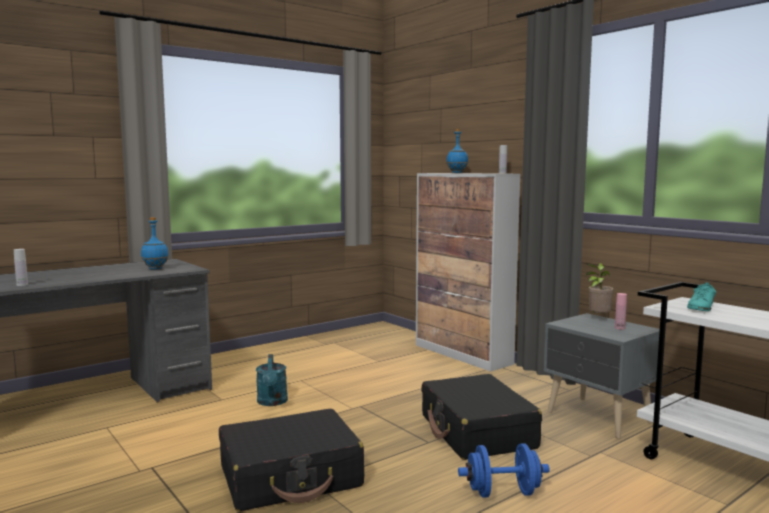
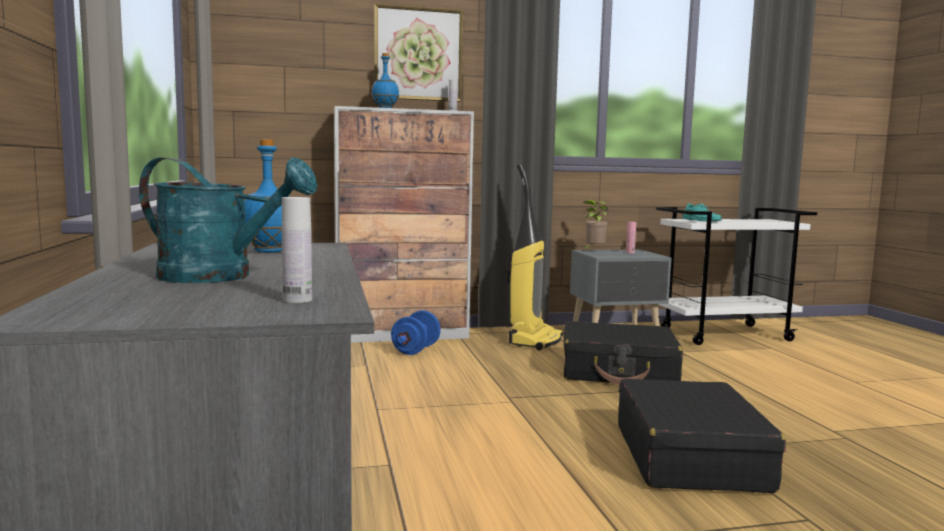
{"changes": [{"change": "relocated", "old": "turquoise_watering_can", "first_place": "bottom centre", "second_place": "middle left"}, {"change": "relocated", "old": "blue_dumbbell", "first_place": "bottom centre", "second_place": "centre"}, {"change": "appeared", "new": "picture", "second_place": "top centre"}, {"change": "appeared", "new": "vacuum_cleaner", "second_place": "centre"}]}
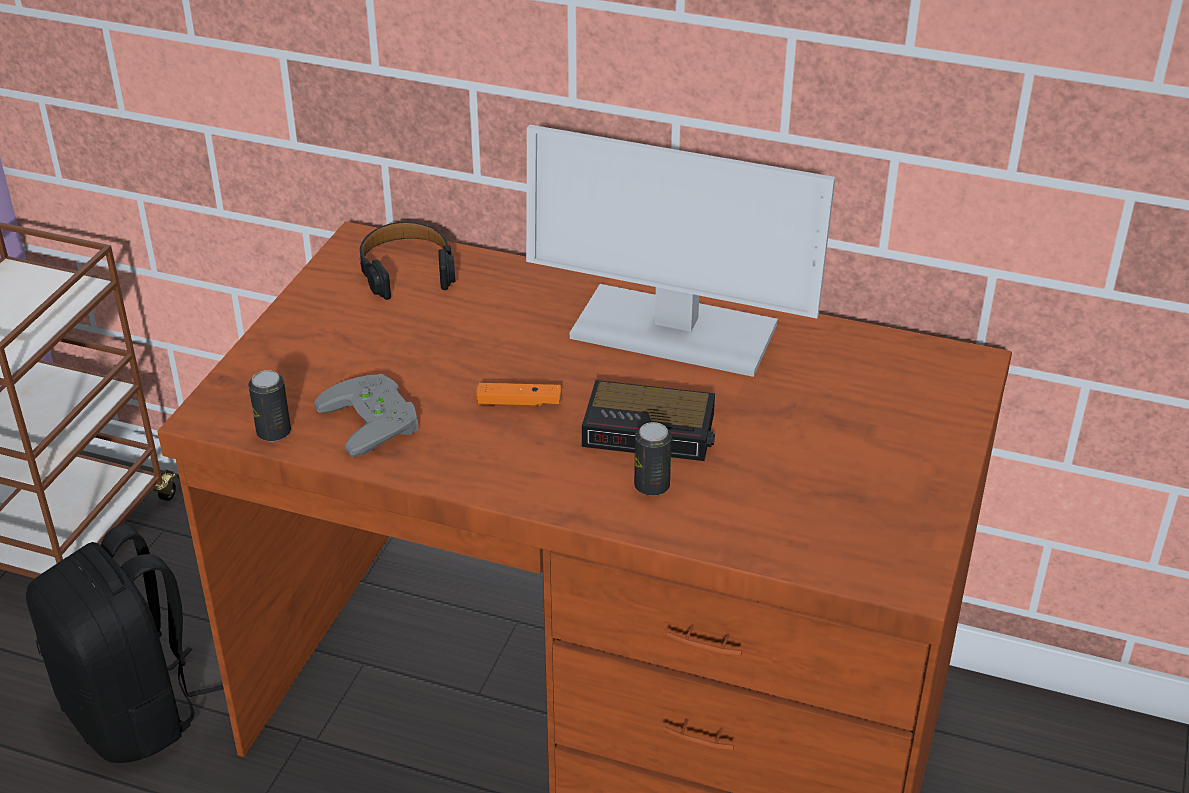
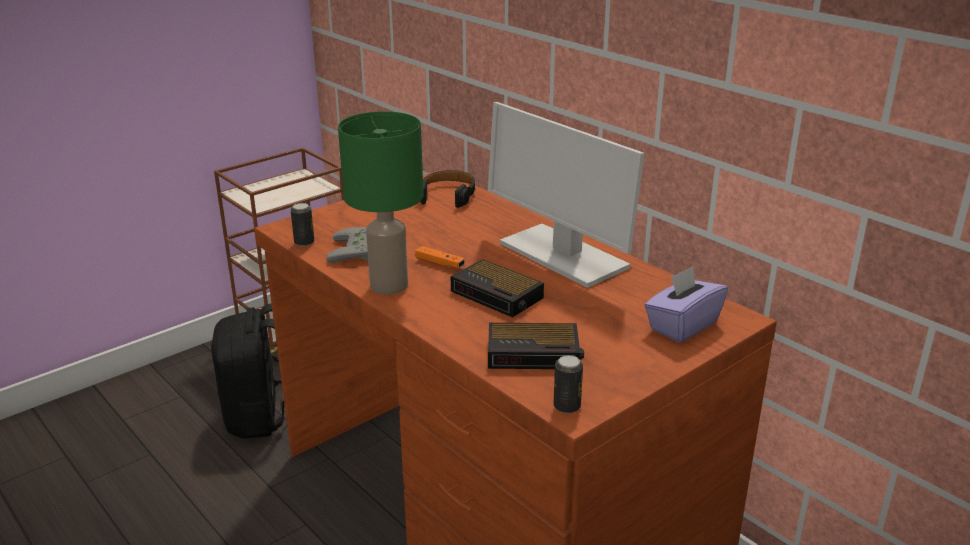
{"changes": [{"change": "relocated", "old": "can (no. 2 from left)", "first_place": "centre", "second_place": "bottom centre"}, {"change": "appeared", "new": "green_table_lamp", "second_place": "centre"}, {"change": "appeared", "new": "alarm_clock (no. 2 from left)", "second_place": "centre"}, {"change": "appeared", "new": "purple_tissue_box", "second_place": "middle right"}]}
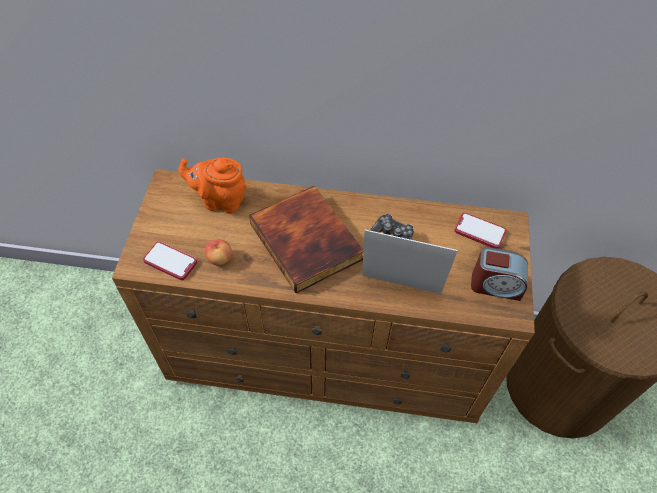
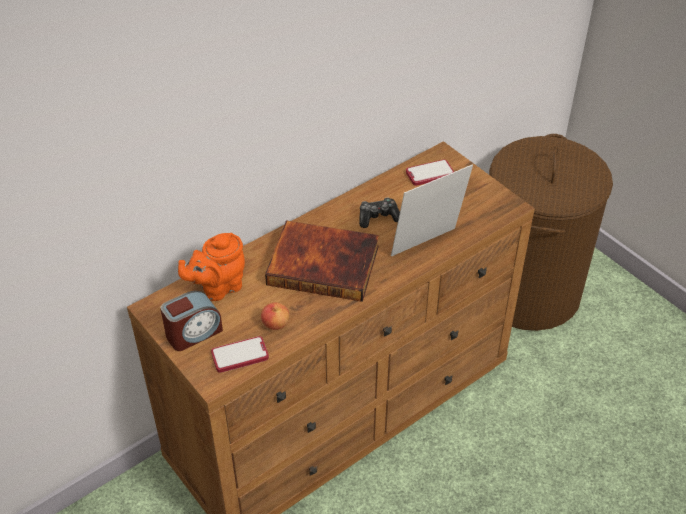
{"changes": [{"change": "relocated", "old": "alarm_clock", "first_place": "middle right", "second_place": "middle left"}]}
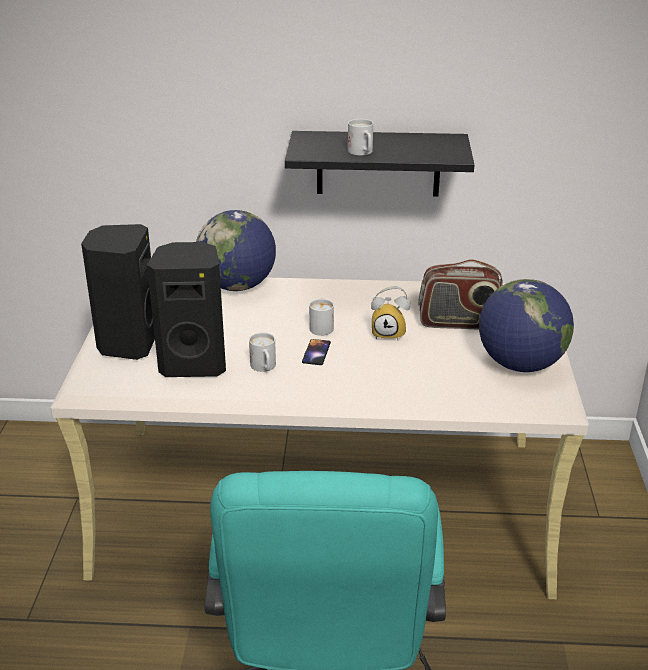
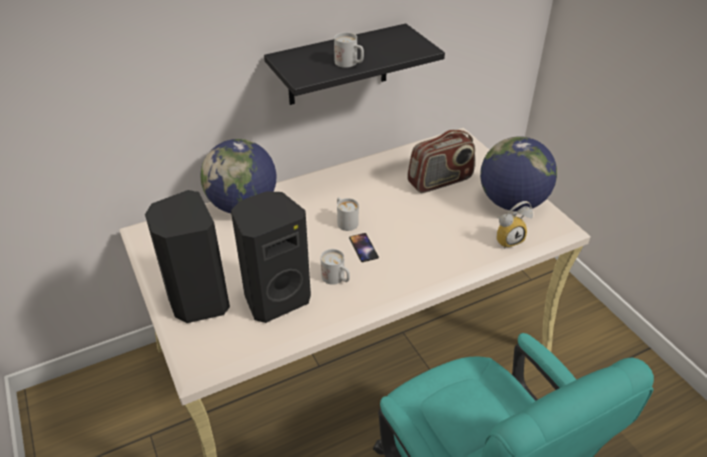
{"changes": [{"change": "relocated", "old": "alarm_clock", "first_place": "centre", "second_place": "middle right"}]}
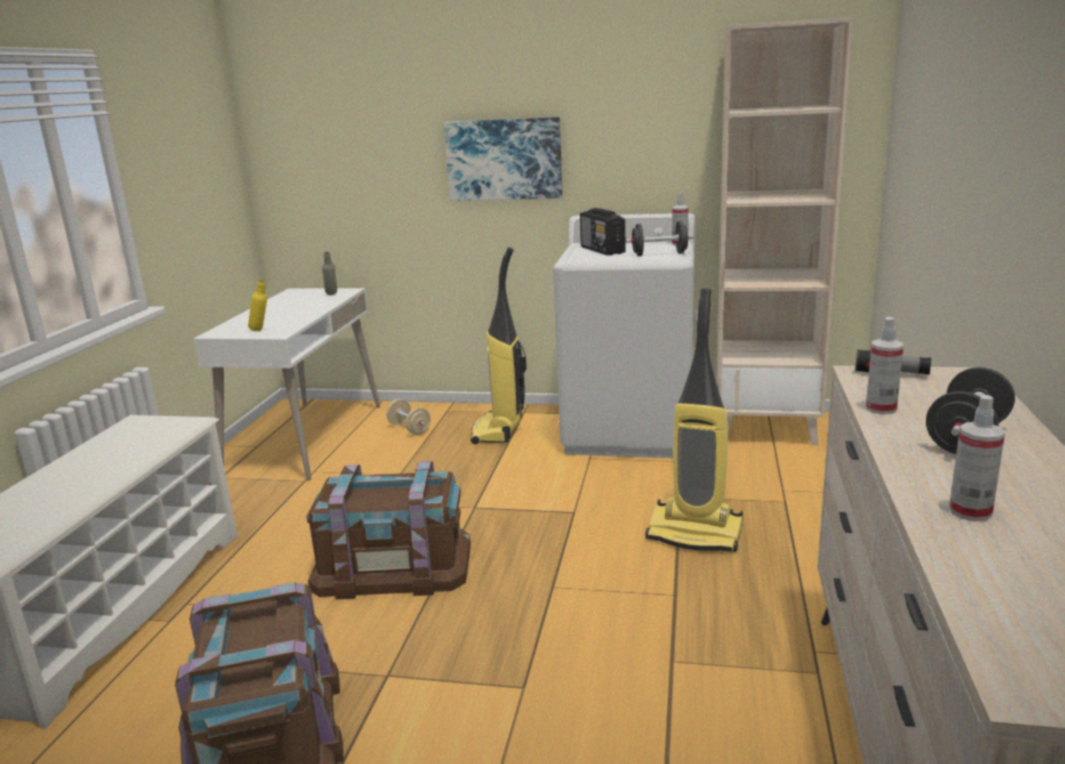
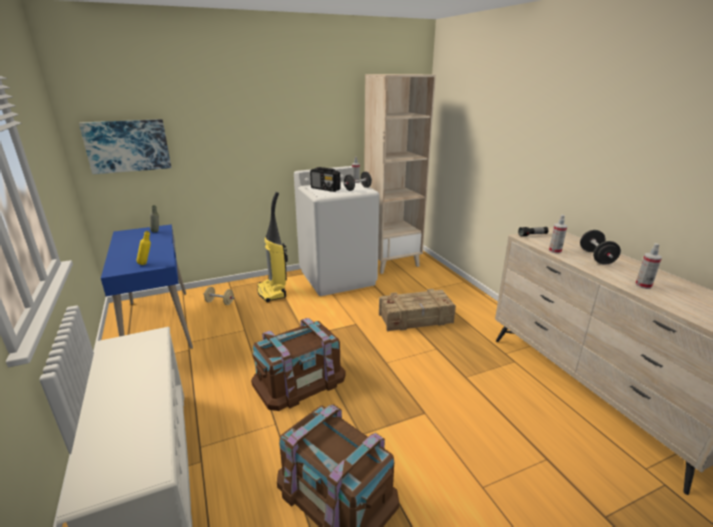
{"changes": [{"change": "colour", "old": "white_desk", "new": "blue_desk", "first_place": "middle left", "second_place": "middle left"}, {"change": "relocated", "old": "picture", "first_place": "top centre", "second_place": "top left"}, {"change": "exchanged", "old": "vacuum_cleaner (no. 2 from left)", "new": "crate", "first_place": "centre", "second_place": "centre"}]}
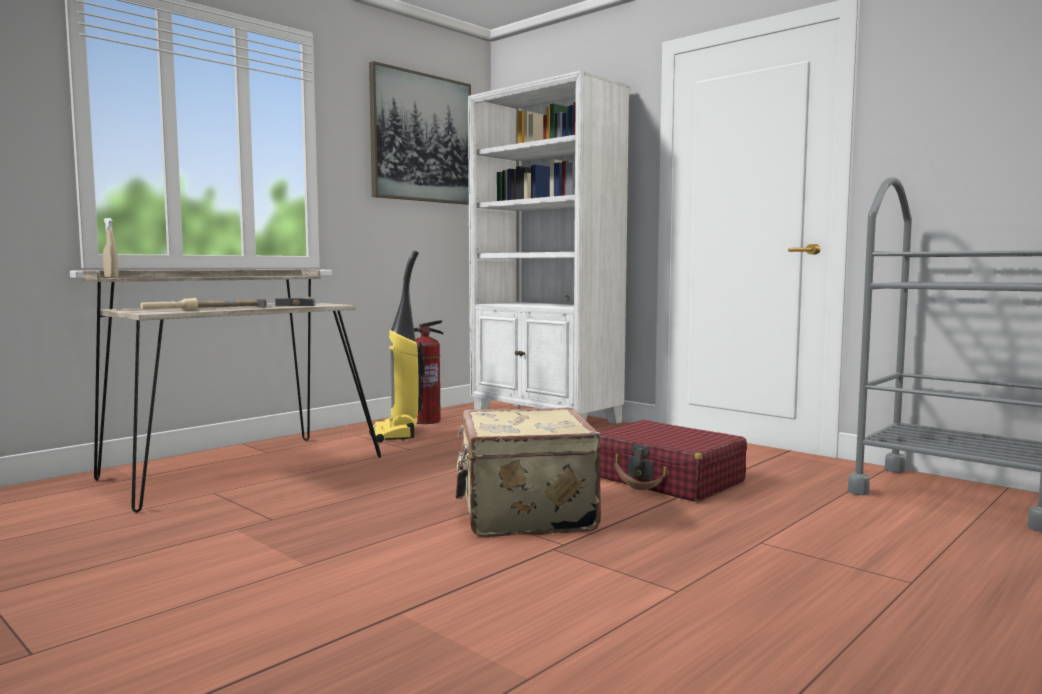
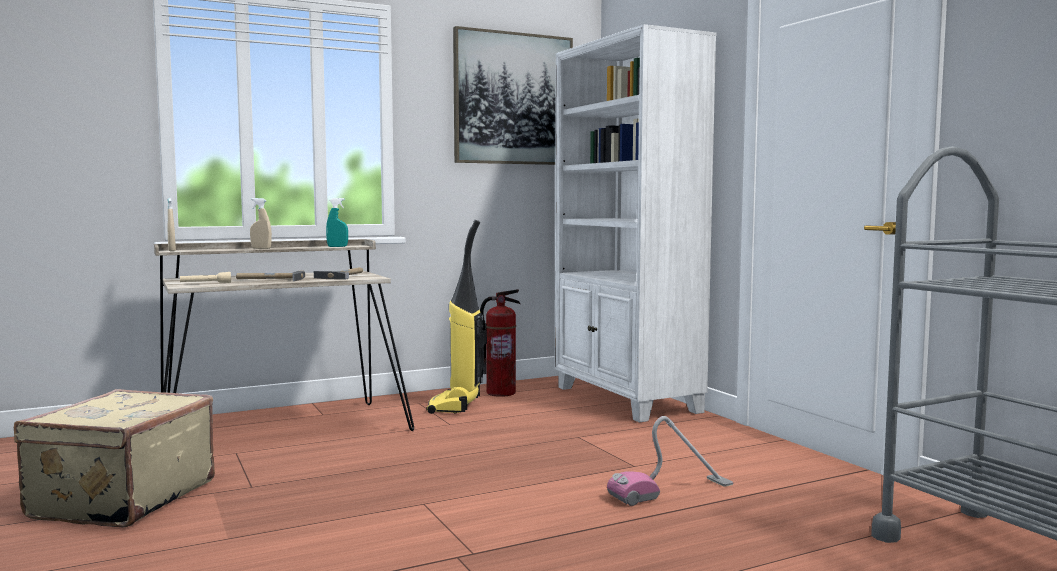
{"changes": [{"change": "relocated", "old": "beige_suitcase", "first_place": "bottom centre", "second_place": "bottom left"}, {"change": "exchanged", "old": "red_suitcase", "new": "vacuum_cleaner (no. 2 from left)", "first_place": "centre", "second_place": "bottom centre"}, {"change": "appeared", "new": "beige_spray_bottle (no. 2 from left)", "second_place": "middle left"}, {"change": "appeared", "new": "turquoise_spray_bottle", "second_place": "middle left"}]}
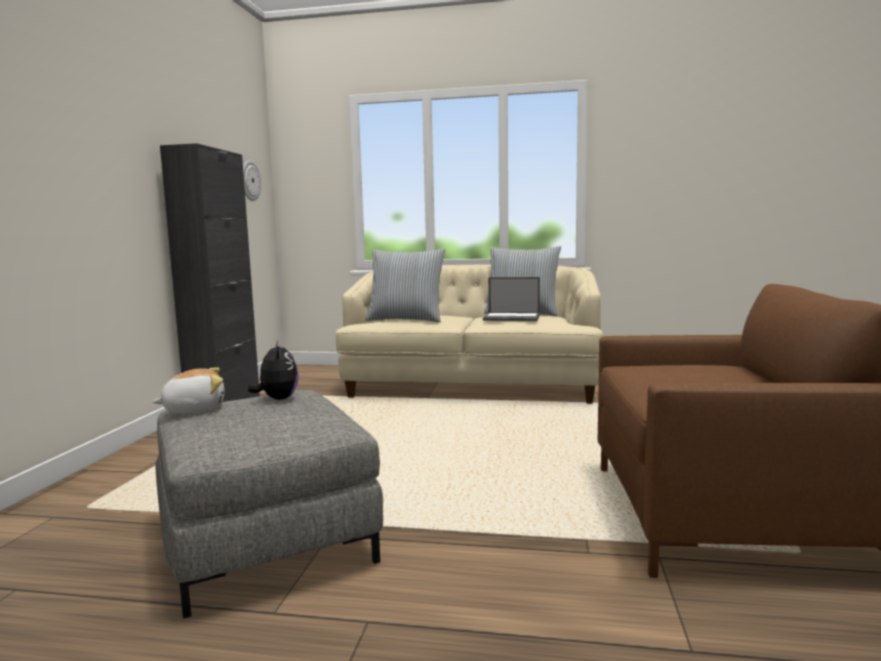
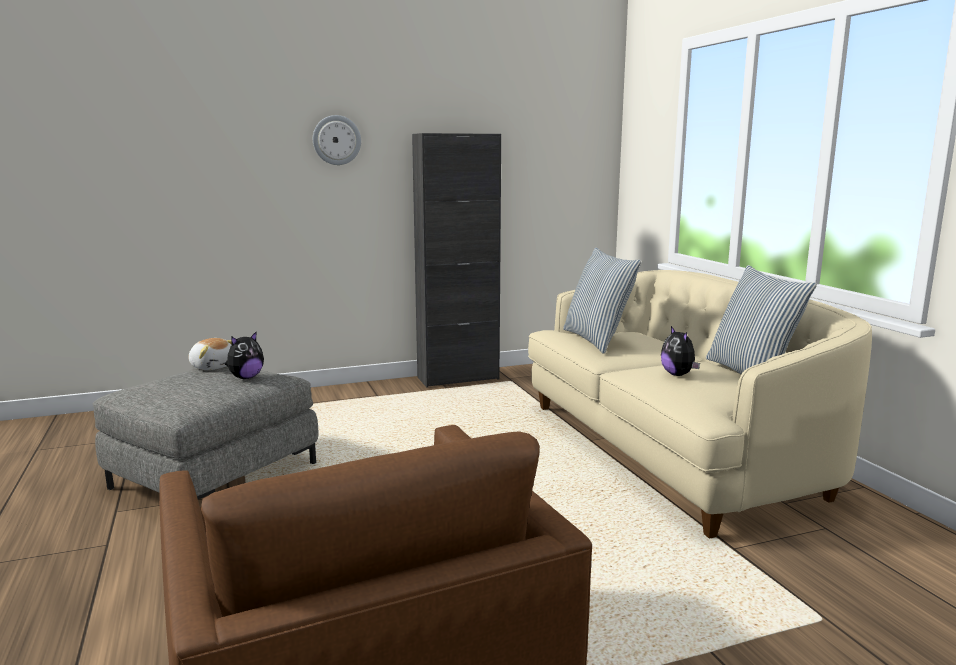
{"changes": [{"change": "relocated", "old": "wall_clock", "first_place": "top left", "second_place": "top centre"}, {"change": "exchanged", "old": "laptop", "new": "plush_toy (no. 3 from left)", "first_place": "centre", "second_place": "middle right"}]}
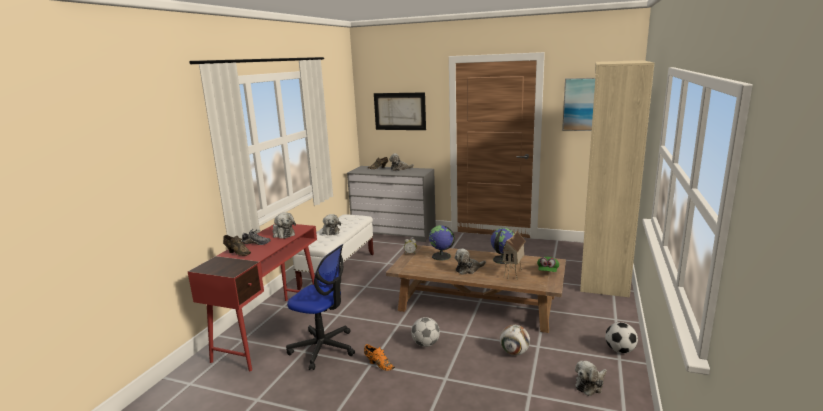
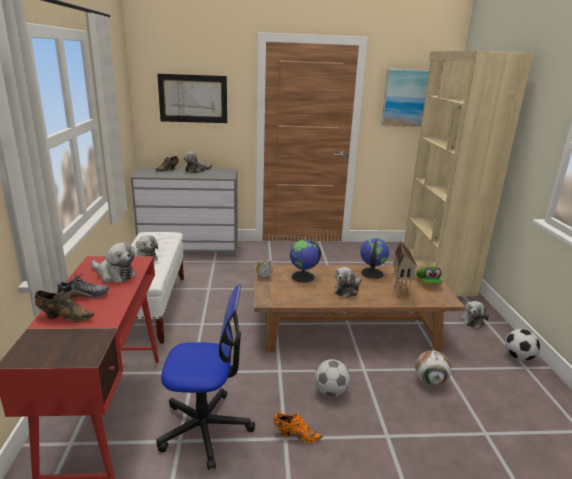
{"changes": [{"change": "relocated", "old": "plush_toy (no. 5 from left)", "first_place": "bottom right", "second_place": "middle right"}]}
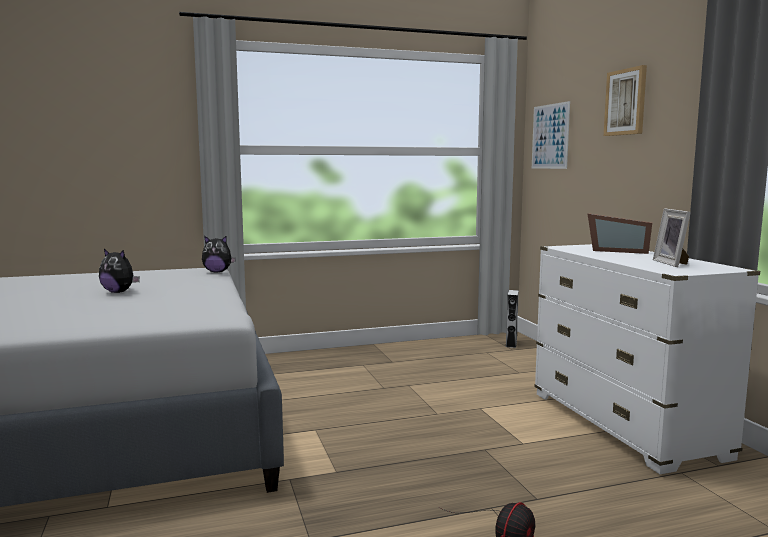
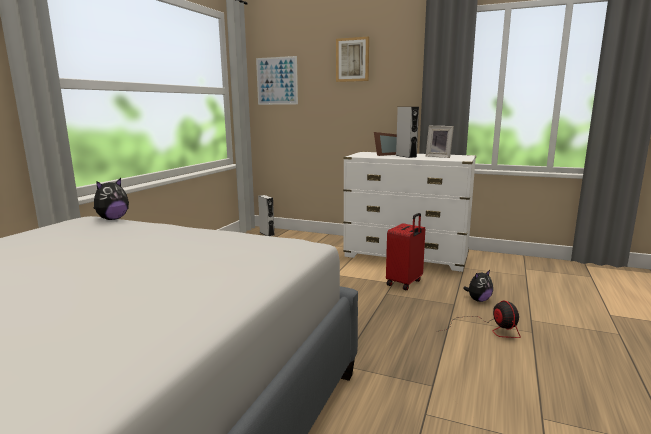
{"changes": [{"change": "relocated", "old": "plush_toy (no. 1 from left in the first image)", "new": "plush_toy (no. 2 from left)", "first_place": "middle left", "second_place": "middle right"}, {"change": "appeared", "new": "red_suitcase", "second_place": "centre"}, {"change": "appeared", "new": "grey_speaker (no. 2 from left)", "second_place": "top centre"}]}
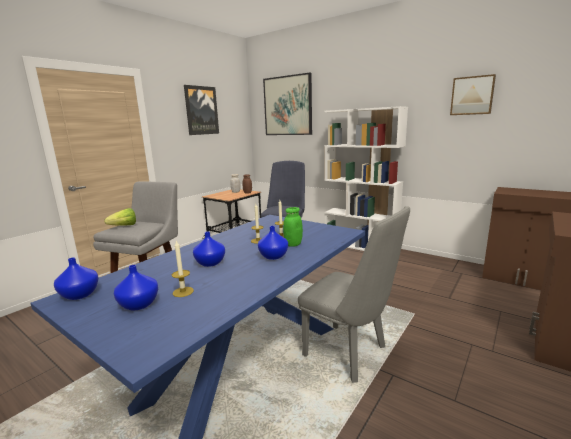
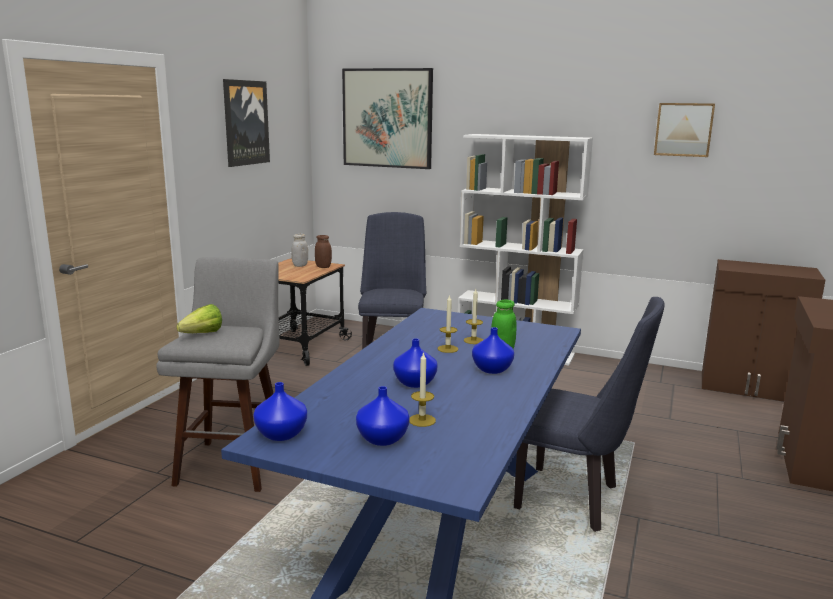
{"changes": [{"change": "colour", "old": "grey_chair", "new": "blue_chair (no. 2 from left)", "first_place": "bottom centre", "second_place": "bottom right"}]}
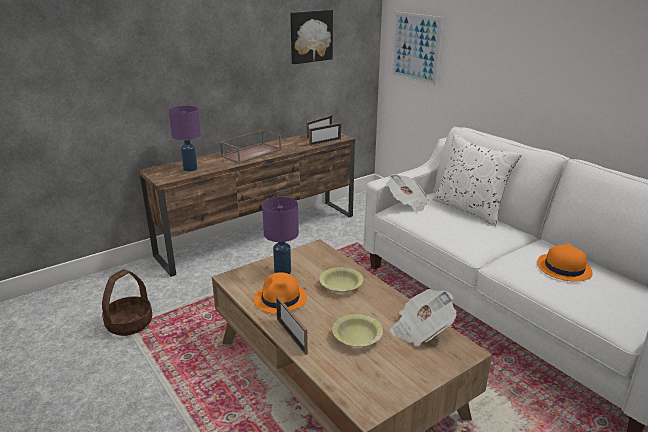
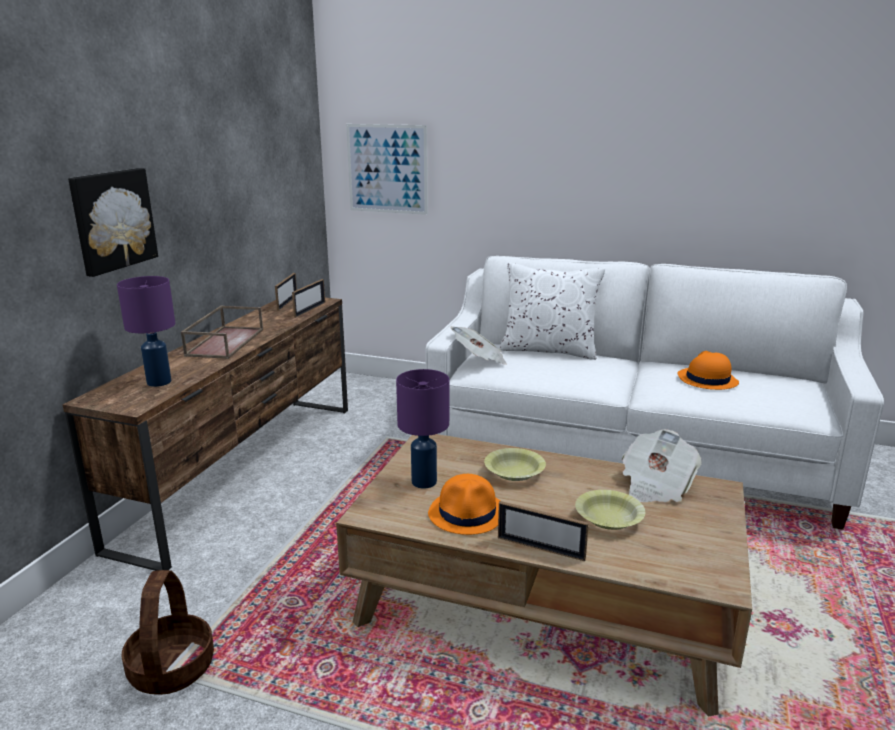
{"changes": [{"change": "relocated", "old": "picture (no. 1 from left)", "first_place": "top centre", "second_place": "top left"}]}
